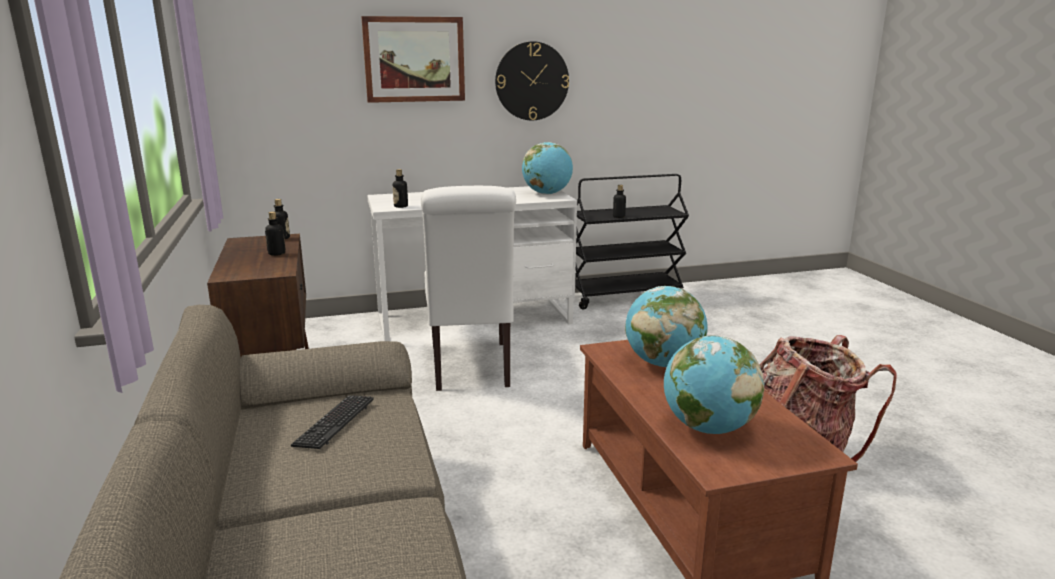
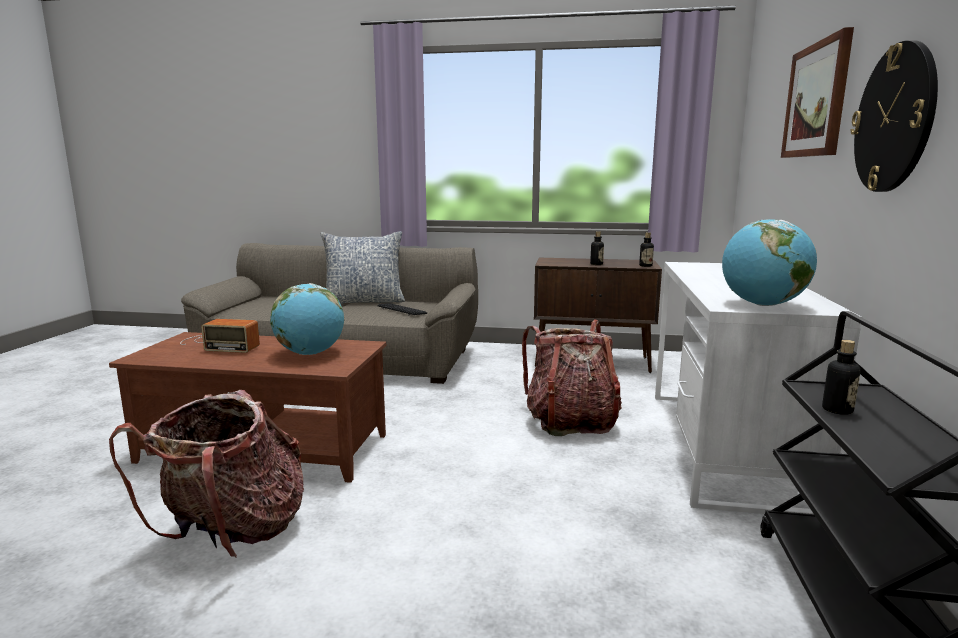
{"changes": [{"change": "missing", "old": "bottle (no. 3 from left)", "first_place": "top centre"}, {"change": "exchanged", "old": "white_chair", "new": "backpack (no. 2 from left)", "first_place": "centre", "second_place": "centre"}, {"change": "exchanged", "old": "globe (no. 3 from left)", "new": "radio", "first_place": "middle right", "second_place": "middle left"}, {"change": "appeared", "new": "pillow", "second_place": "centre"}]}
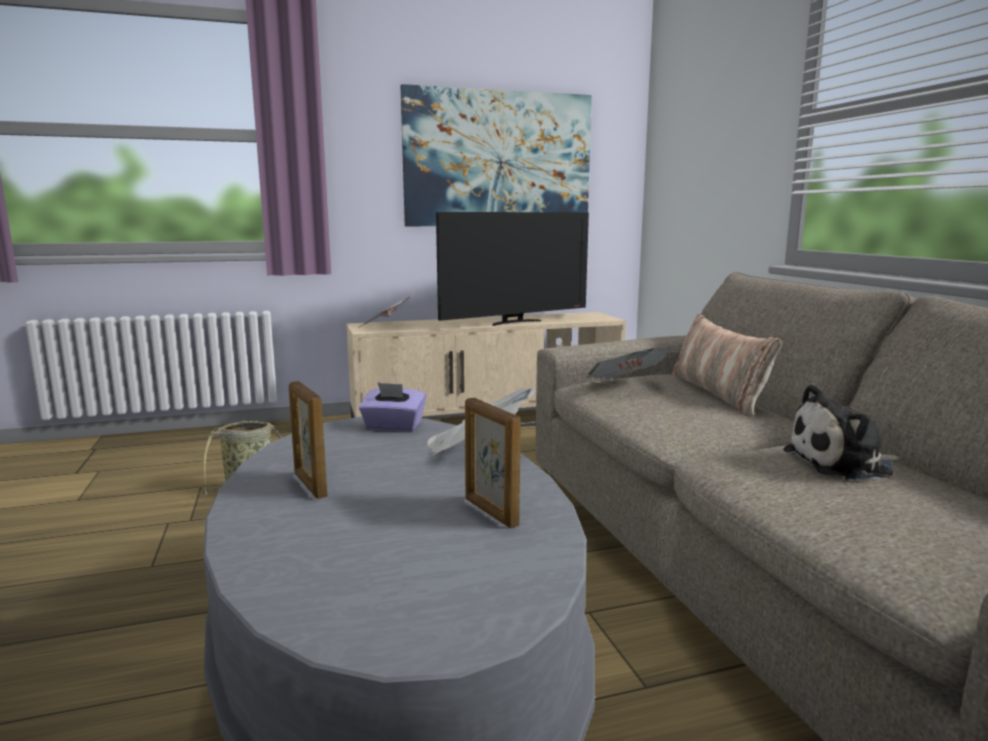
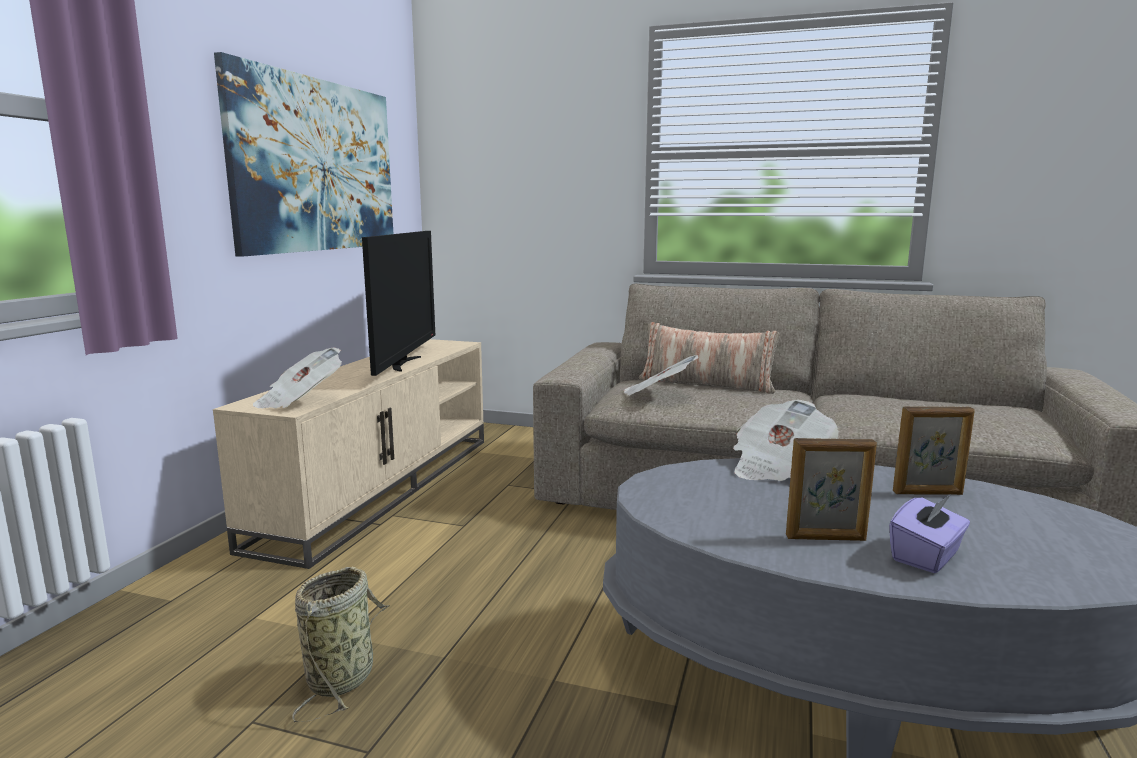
{"changes": [{"change": "relocated", "old": "purple_tissue_box", "first_place": "centre", "second_place": "bottom right"}, {"change": "missing", "old": "plush_toy", "first_place": "middle right"}]}
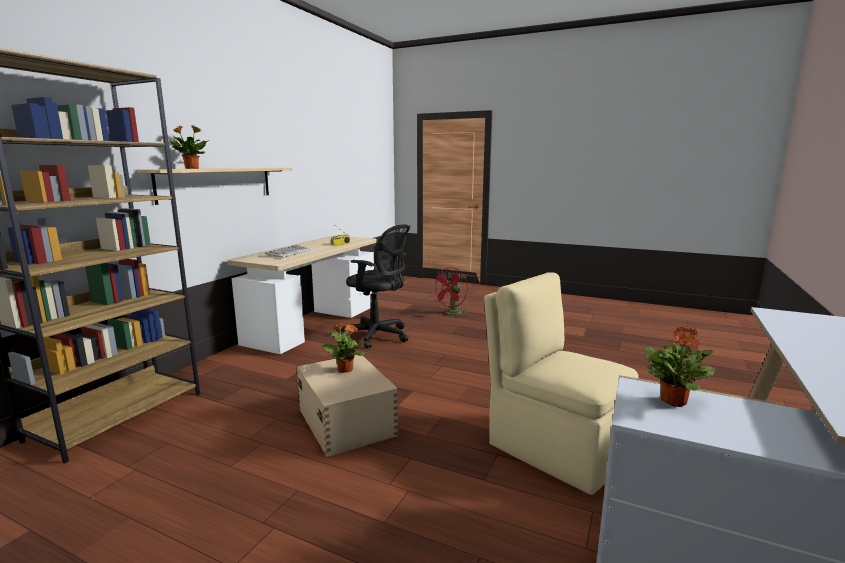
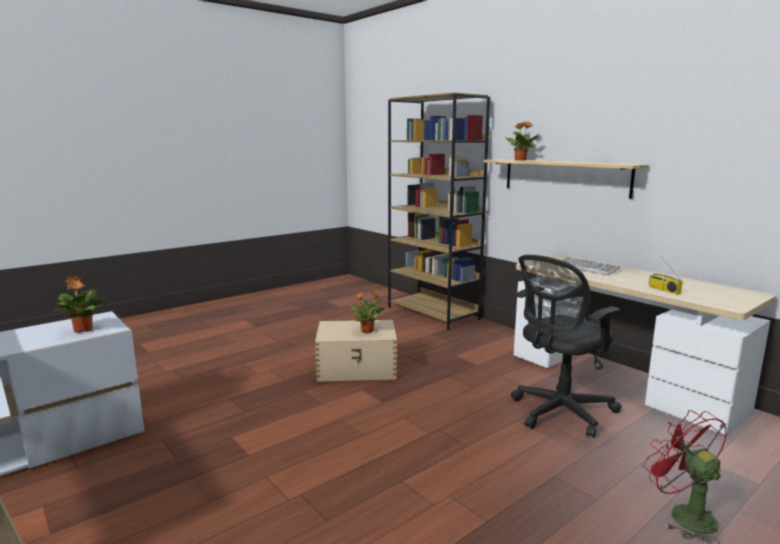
{"changes": [{"change": "missing", "old": "beige_chair", "first_place": "bottom centre"}]}
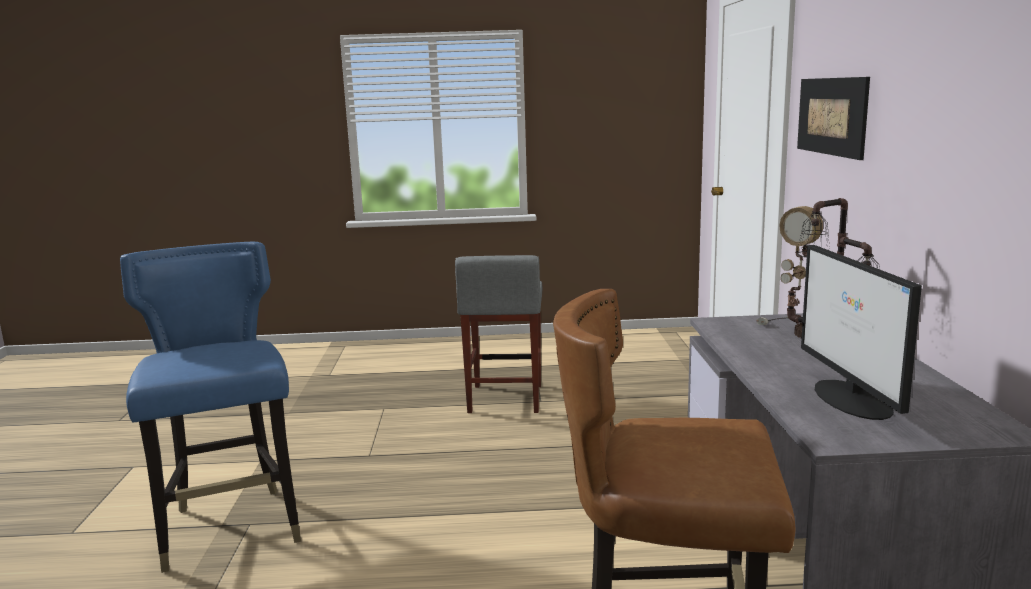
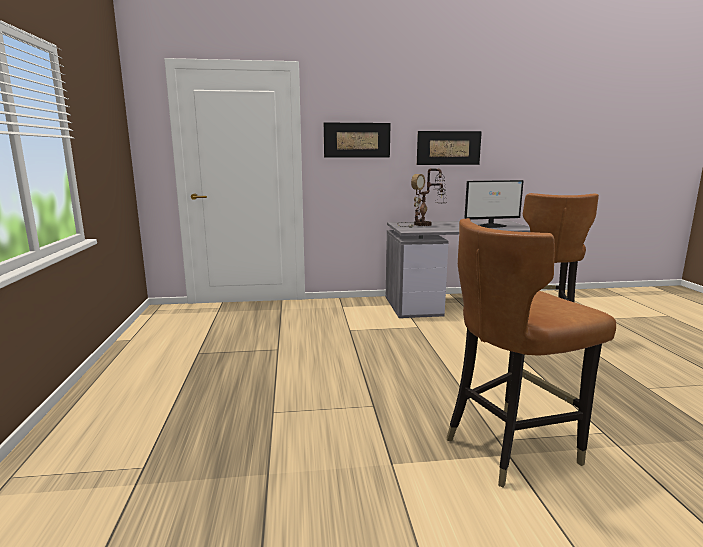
{"changes": [{"change": "colour", "old": "blue_chair", "new": "brown_chair (no. 1 from left)", "first_place": "bottom left", "second_place": "middle right"}, {"change": "missing", "old": "grey_stool", "first_place": "centre"}, {"change": "appeared", "new": "picture (no. 2 from left)", "second_place": "top centre"}]}
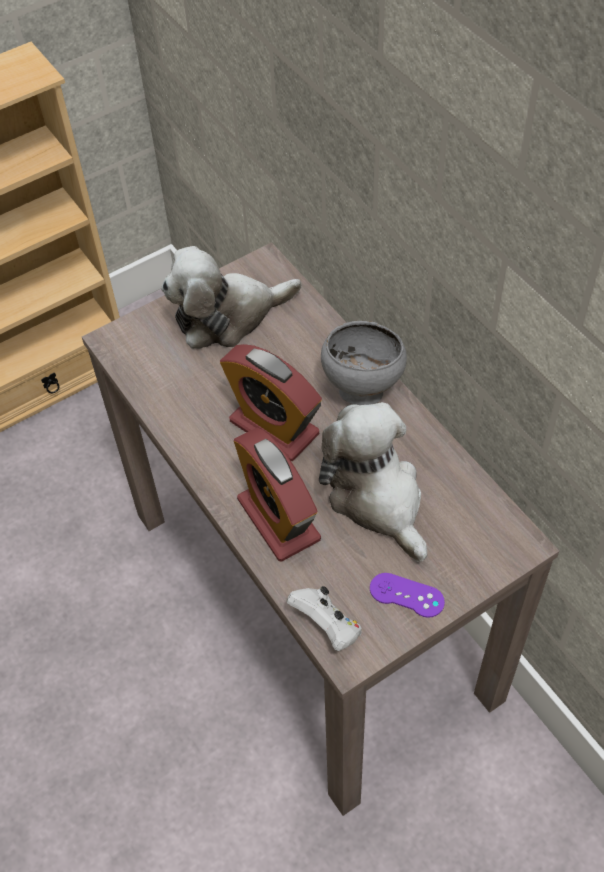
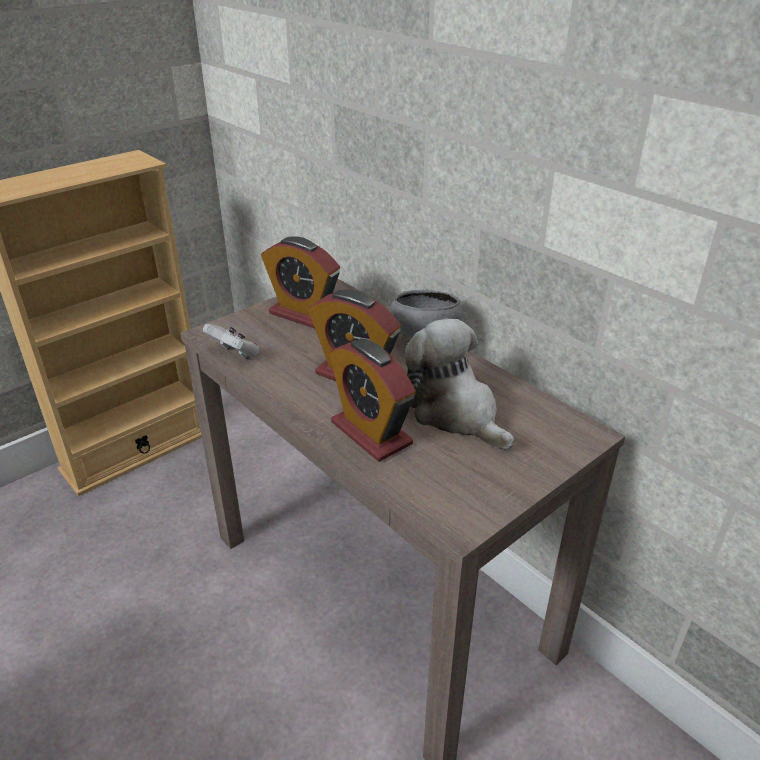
{"changes": [{"change": "exchanged", "old": "plush_toy (no. 1 from left)", "new": "alarm_clock (no. 1 from left)", "first_place": "centre", "second_place": "centre"}, {"change": "relocated", "old": "white_game_controller", "first_place": "bottom centre", "second_place": "middle left"}, {"change": "missing", "old": "purple_game_controller", "first_place": "bottom right"}]}
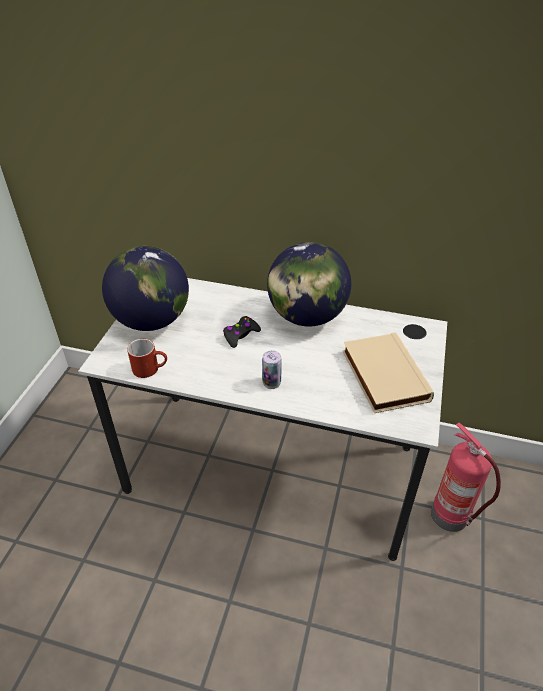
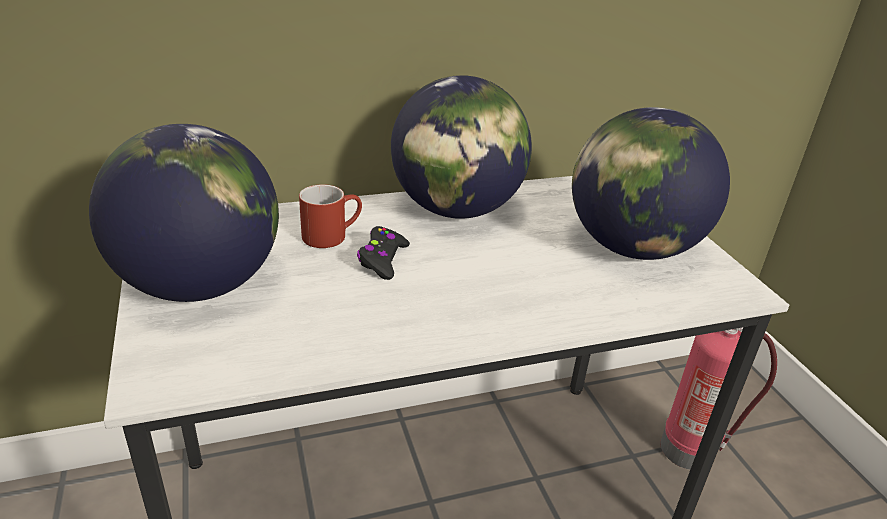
{"changes": [{"change": "relocated", "old": "red_mug", "first_place": "middle left", "second_place": "centre"}, {"change": "missing", "old": "can", "first_place": "centre"}, {"change": "exchanged", "old": "beige_book", "new": "globe (no. 3 from left)", "first_place": "middle right", "second_place": "middle right"}]}
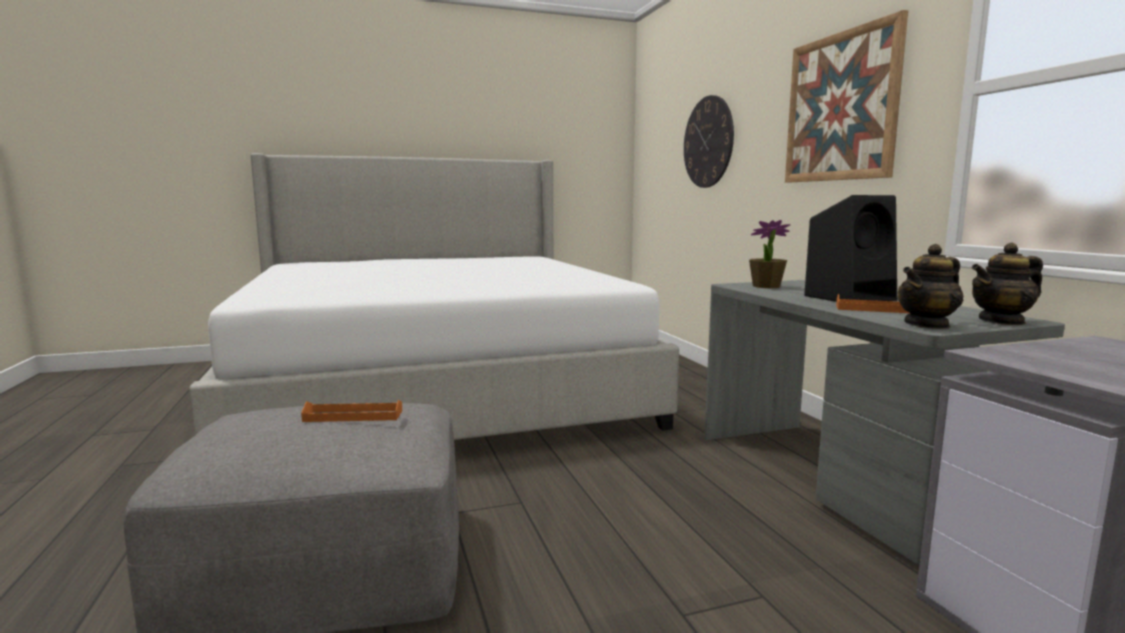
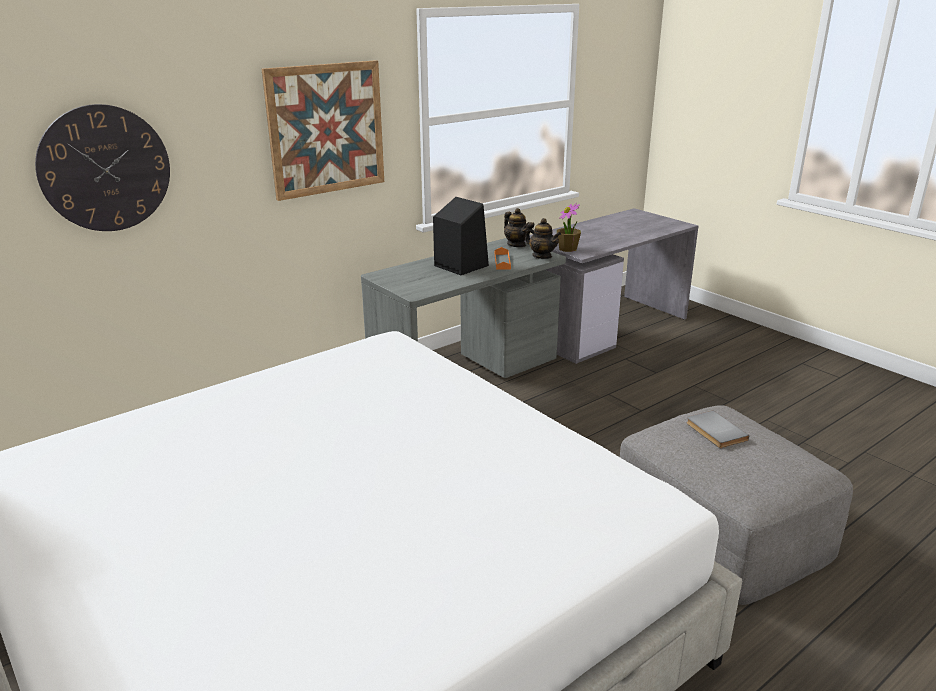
{"changes": [{"change": "exchanged", "old": "orange_tray (no. 1 from left)", "new": "grey_book", "first_place": "middle left", "second_place": "middle right"}, {"change": "relocated", "old": "potted_plant", "first_place": "middle right", "second_place": "top centre"}]}
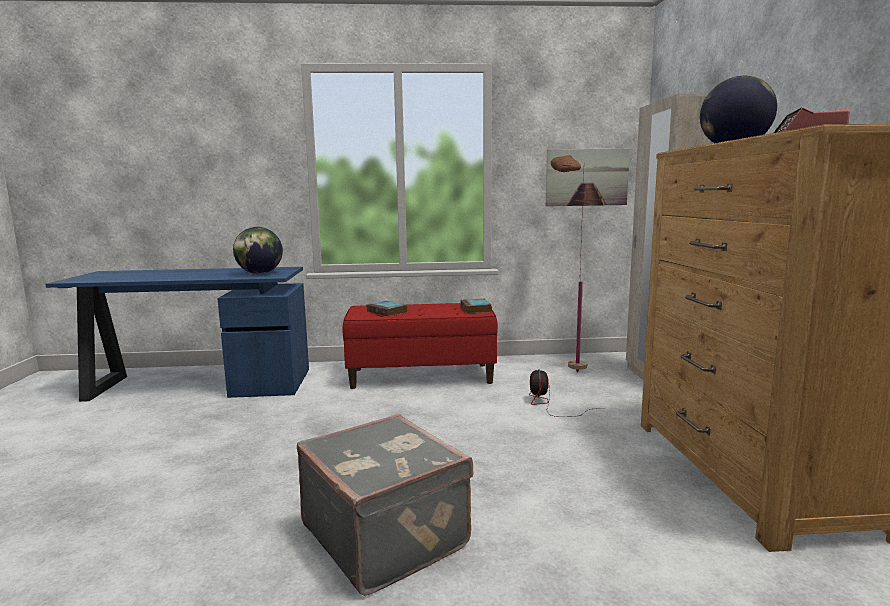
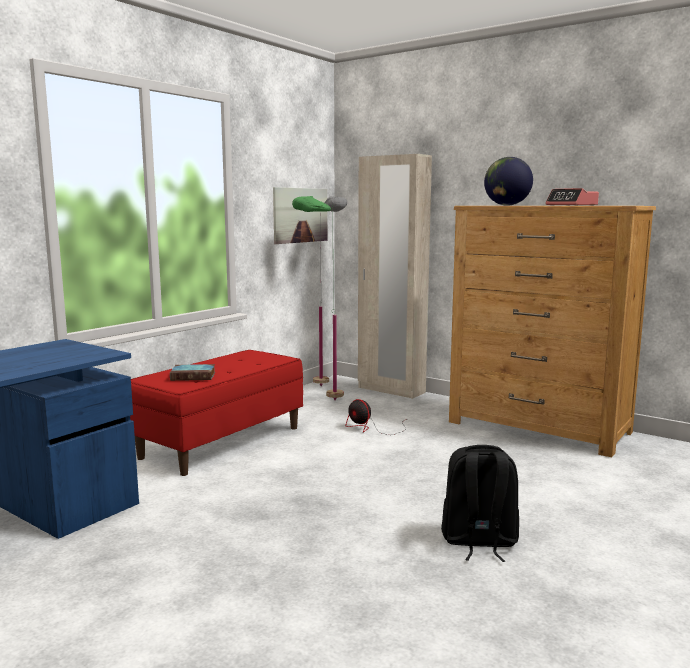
{"changes": [{"change": "missing", "old": "globe (no. 1 from left)", "first_place": "middle left"}, {"change": "exchanged", "old": "grey_suitcase", "new": "black_backpack", "first_place": "bottom centre", "second_place": "bottom right"}, {"change": "missing", "old": "book (no. 2 from left)", "first_place": "centre"}, {"change": "colour", "old": "brown_floor_lamp", "new": "green_floor_lamp", "first_place": "centre", "second_place": "centre"}, {"change": "appeared", "new": "grey_floor_lamp", "second_place": "centre"}]}
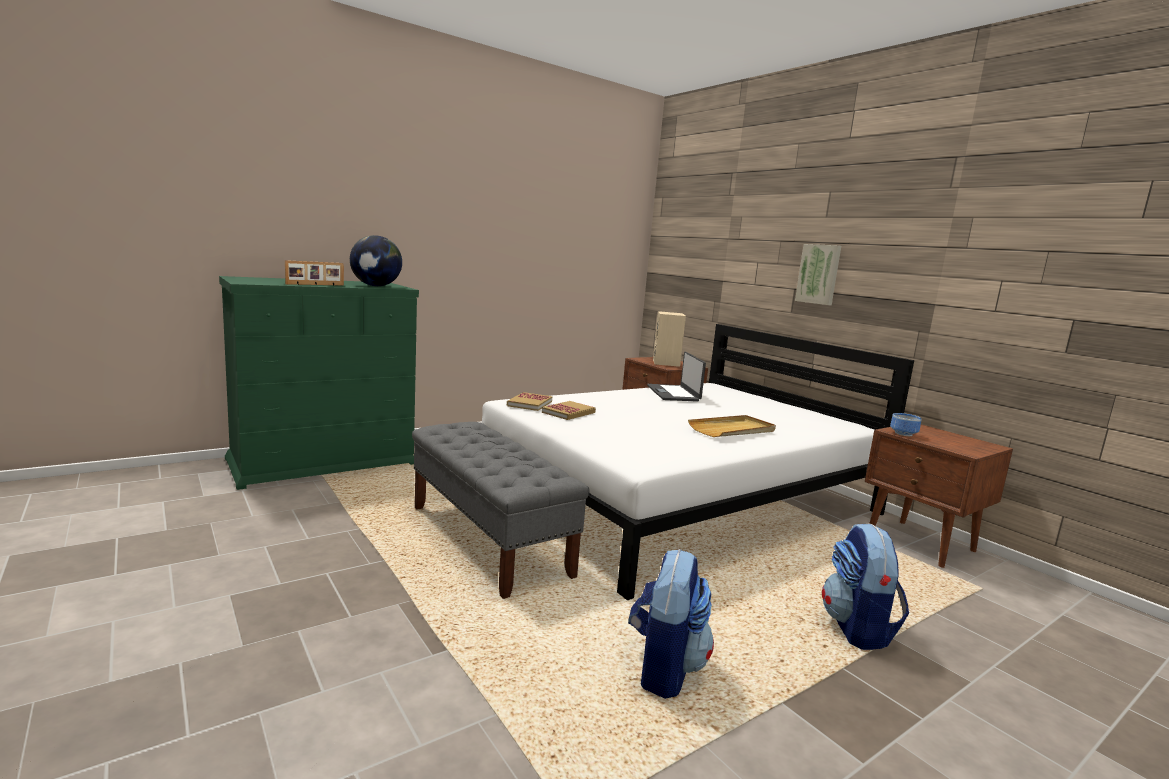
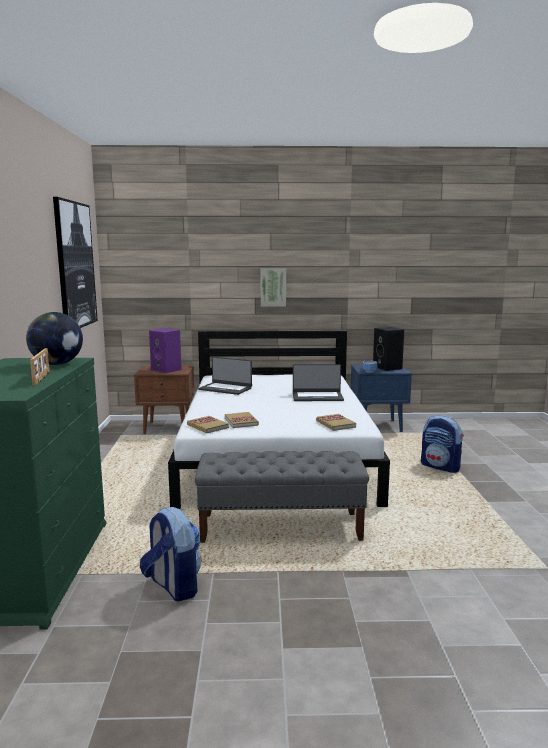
{"changes": [{"change": "relocated", "old": "backpack (no. 1 from left)", "first_place": "bottom centre", "second_place": "bottom left"}, {"change": "colour", "old": "beige_speaker", "new": "purple_speaker", "first_place": "centre", "second_place": "middle left"}, {"change": "exchanged", "old": "beige_tray", "new": "laptop (no. 2 from left)", "first_place": "centre", "second_place": "centre"}, {"change": "colour", "old": "brown_nightstand (no. 2 from left)", "new": "blue_nightstand", "first_place": "middle right", "second_place": "middle right"}, {"change": "appeared", "new": "picture (no. 1 from left)", "second_place": "middle left"}, {"change": "appeared", "new": "book (no. 3 from left)", "second_place": "centre"}, {"change": "appeared", "new": "black_speaker", "second_place": "middle right"}]}
